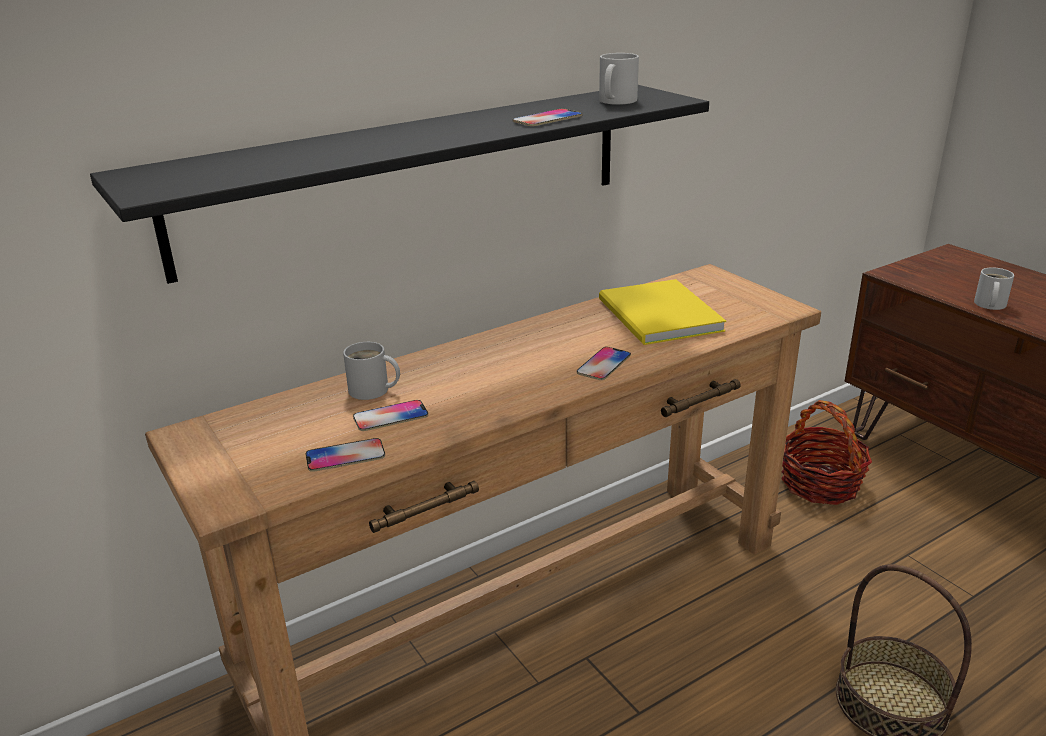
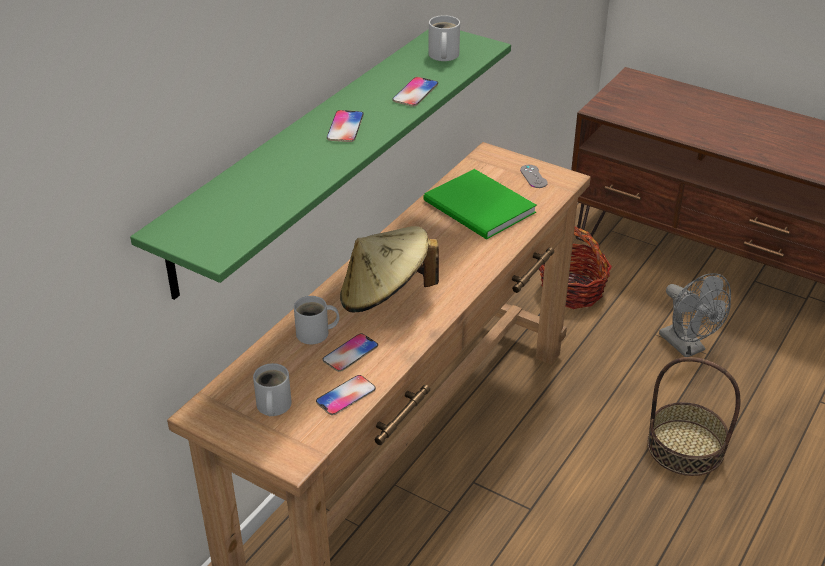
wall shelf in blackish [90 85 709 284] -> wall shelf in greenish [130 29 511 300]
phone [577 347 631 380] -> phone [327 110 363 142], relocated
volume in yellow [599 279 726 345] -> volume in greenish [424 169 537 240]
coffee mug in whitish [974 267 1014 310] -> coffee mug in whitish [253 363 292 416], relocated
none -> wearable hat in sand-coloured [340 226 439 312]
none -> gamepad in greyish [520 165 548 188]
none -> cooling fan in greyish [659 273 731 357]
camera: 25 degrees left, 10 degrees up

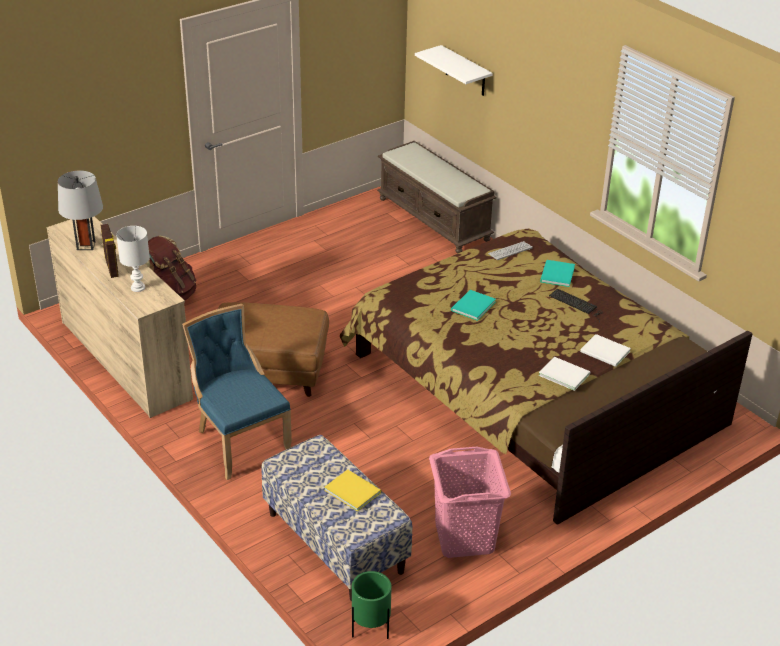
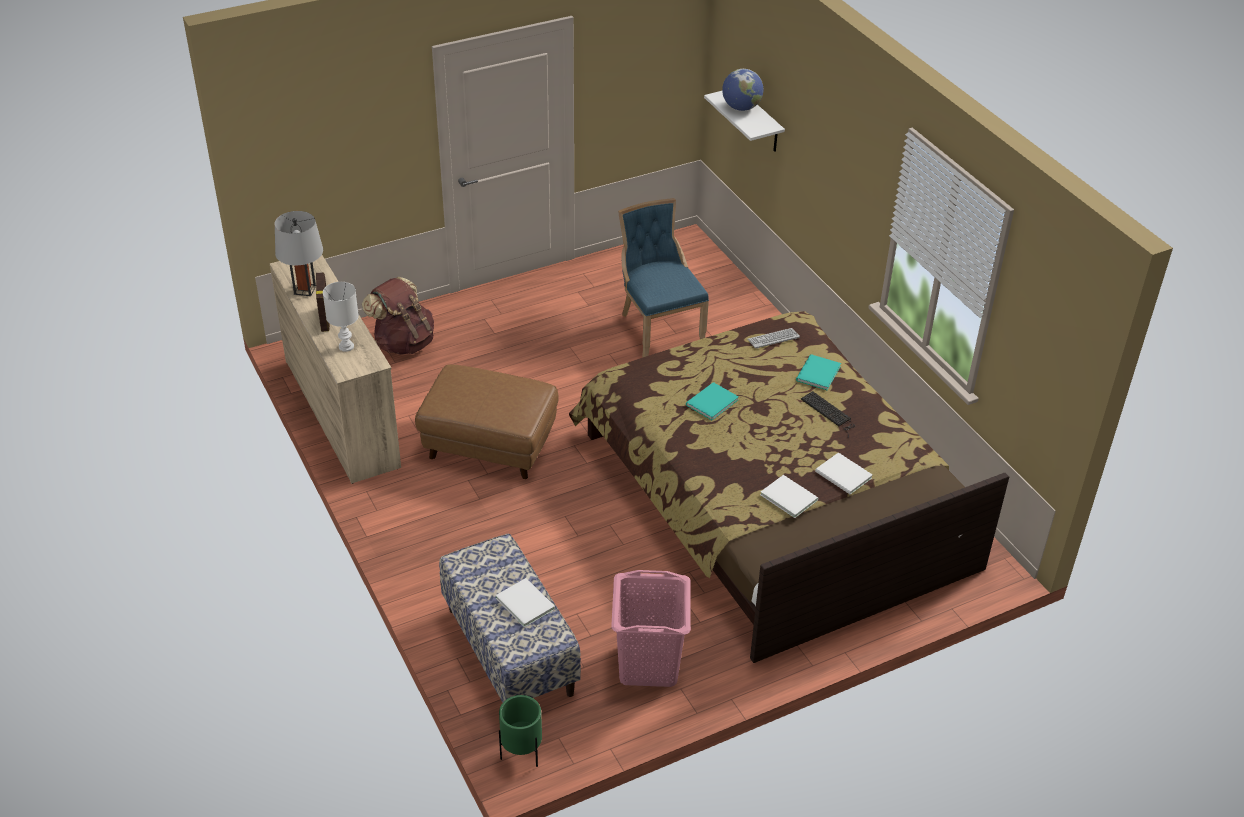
plain chair in blue [182 304 292 480] -> plain chair in blue [618 198 709 357], relocated
volume in yellow [324 469 381 512] -> volume in whitish [496 578 555 627]
bench in brown [377 141 497 253] -> none
none -> desk globe [722 69 764 111]
camera: 10 degrees right, 5 degrees up

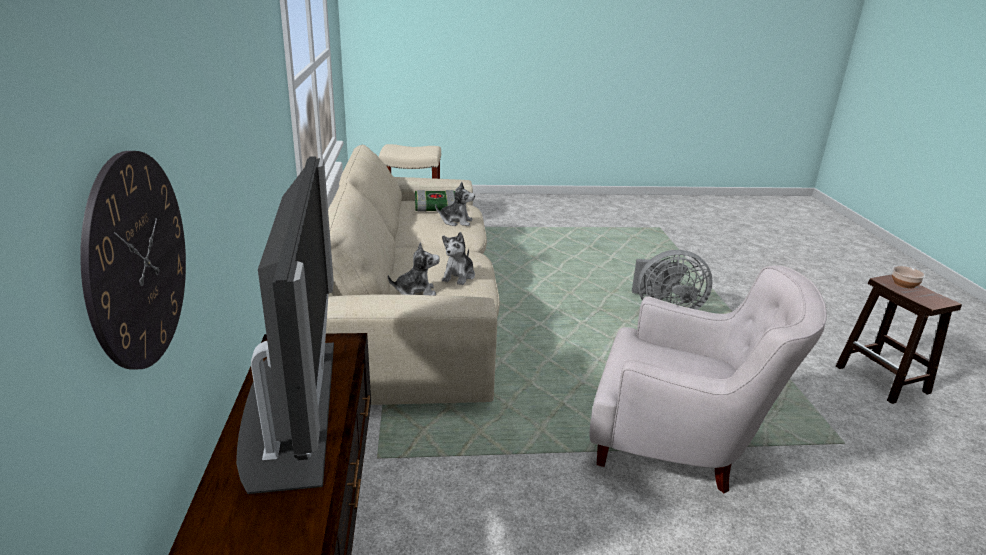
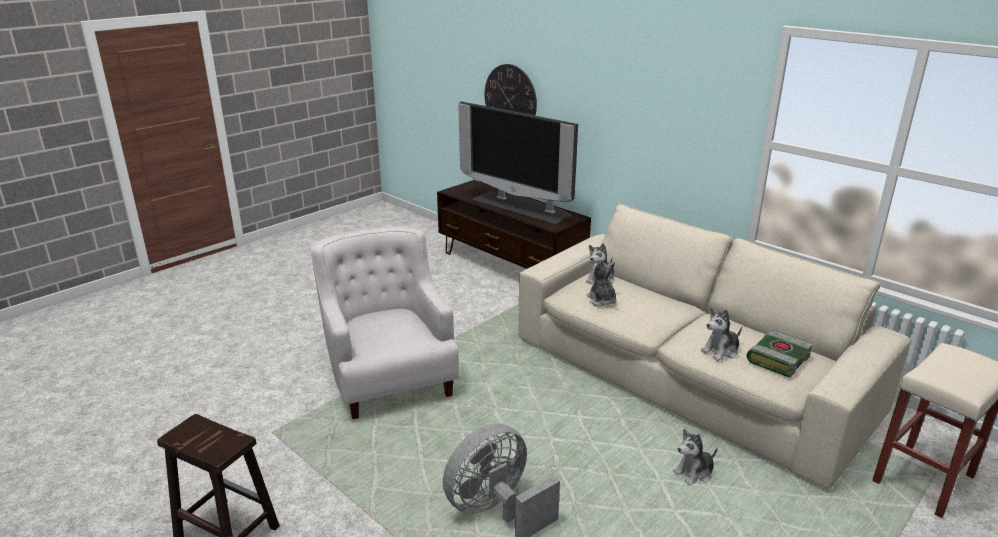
easy chair in whitish [590 265 827 493] -> easy chair in whitish [311 226 459 419], 90 degrees clockwise
serving bowl [892 266 925 288] -> none
none -> cuddly toy [673 429 718 485]
camera: 140 degrees right, 0 degrees up

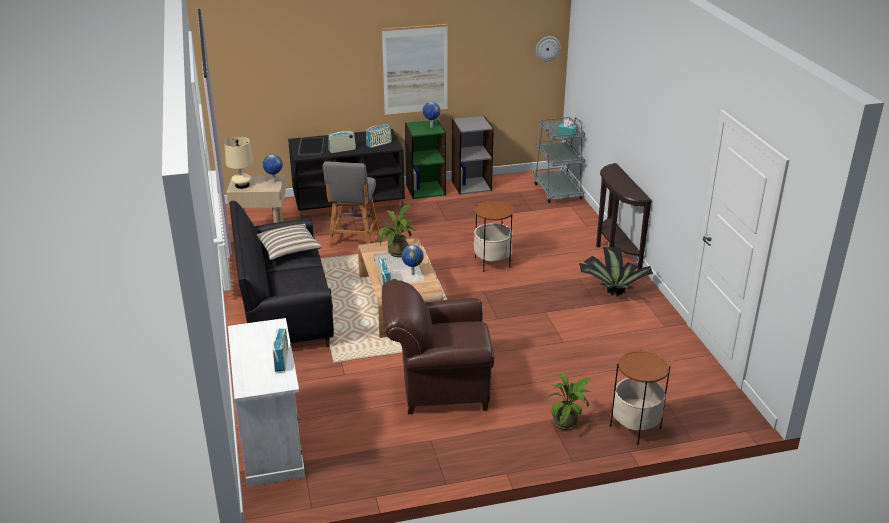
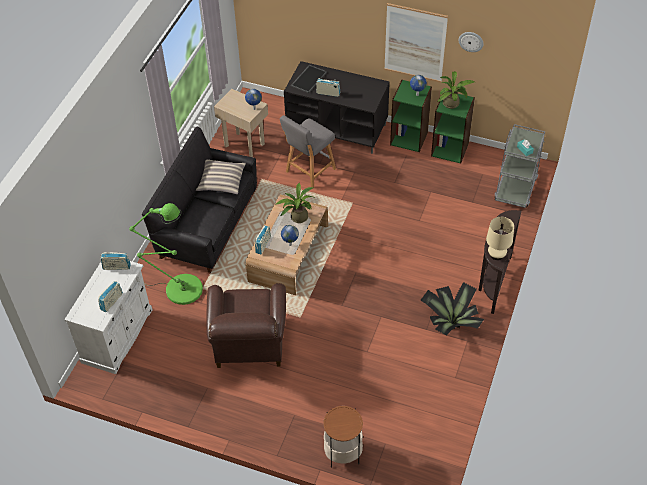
lamp for a table in sand-coloured [224 137 254 189] -> lamp for a table in sand-coloured [486 217 514 260], relocated
radio set [366 124 392 148] -> radio set [101 252 131 270], relocated
easy chair in brown [382 279 494 414] -> easy chair in brown [206 283 286 368], 120 degrees counterclockwise
shelving unit in greyish [451 116 494 195] -> shelving unit in greenish [431 91 475 164]
side table [474 201 513 272] -> none
wall clock [536 36 560 61] -> wall clock [459 32 483 52], relocated
plant in a pot [548 374 591 430] -> plant in a pot [437 71 475 109], relocated
none -> standard lamp in greenish [129 203 203 305]
camera: 35 degrees right, 20 degrees up

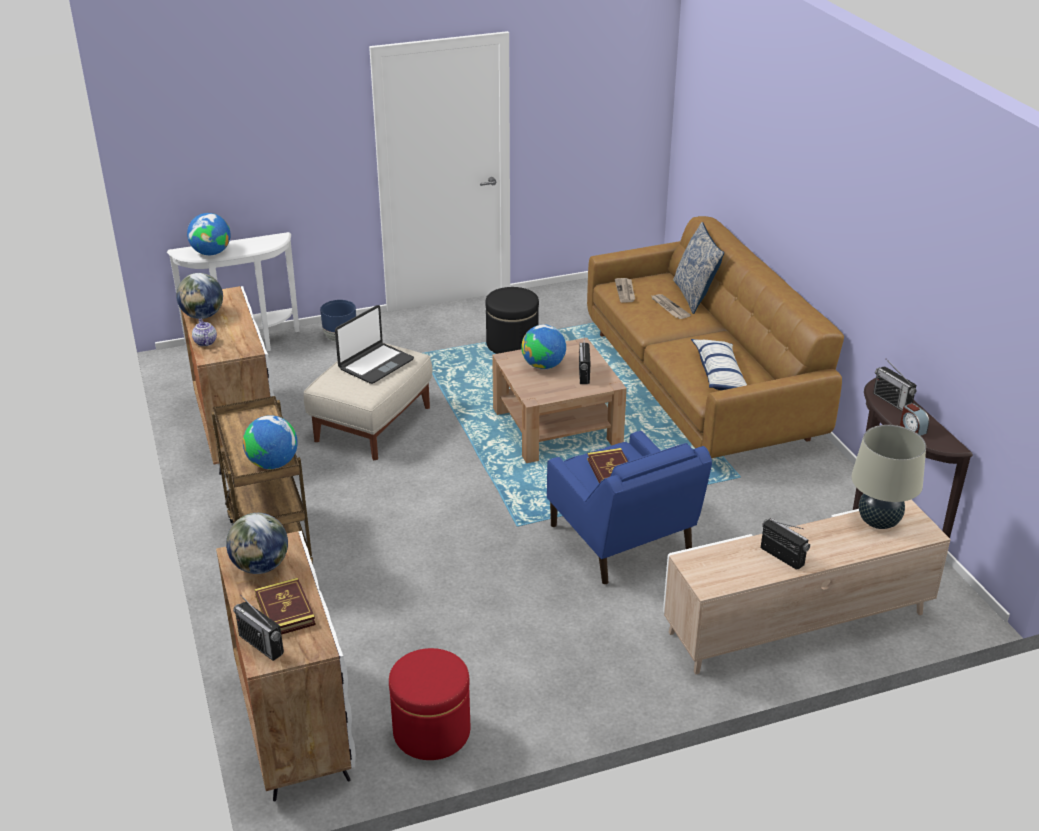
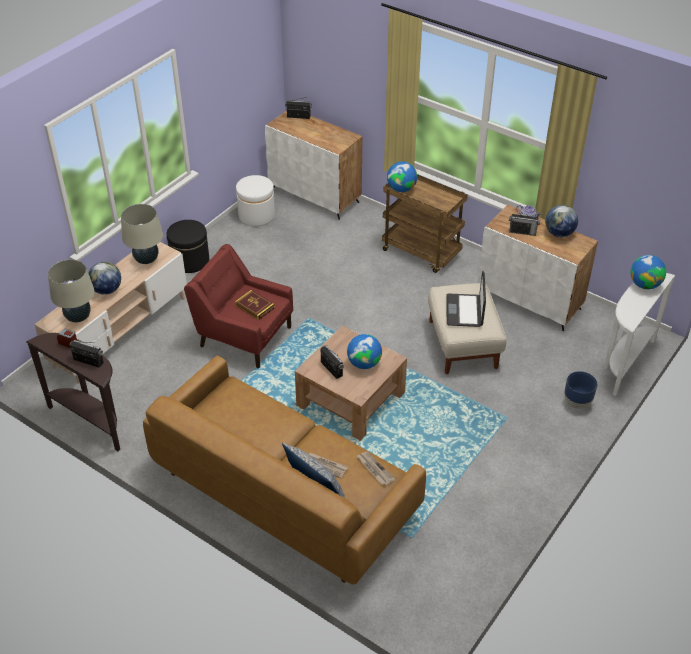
desk globe [226 513 288 574] -> desk globe [88 262 121 295], relocated
volume [255 578 316 635] -> none
ottoman in red [389 648 470 760] -> ottoman in whitish [236 175 275 226]
ottoman in blackish [485 287 539 354] -> ottoman in blackish [167 220 209 273], relocated
easy chair in blue [547 431 712 584] -> easy chair in red [184 244 293 368]
cushion [691 339 747 390] -> none
radio set [761 518 810 570] -> radio set [509 210 540 236], relocated
none -> lamp for a table in sand-coloured [121 204 163 264]
camera: 145 degrees right, 10 degrees up

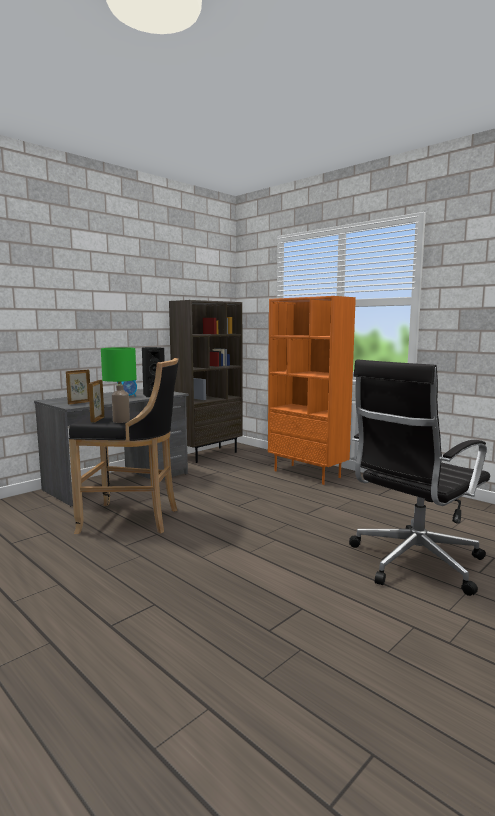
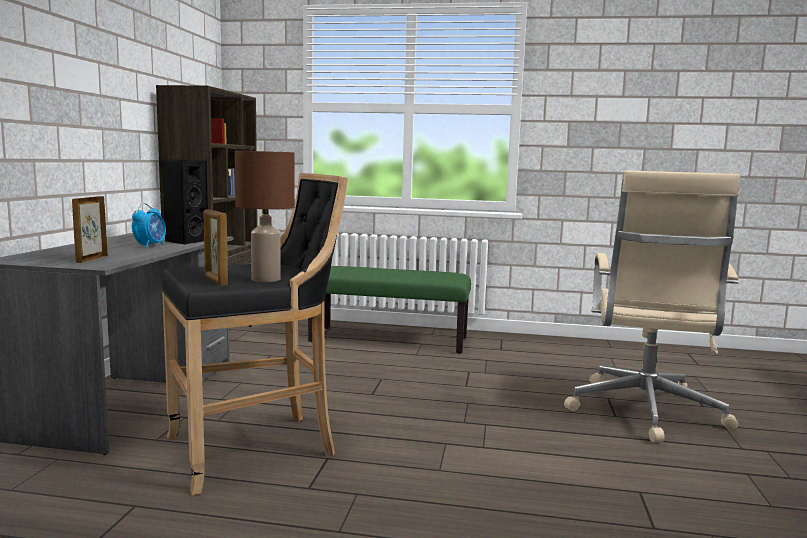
lamp for a table in greenish [101 347 137 423] -> lamp for a table in brown [235 151 295 282]
shelving unit in orangey [268 296 356 485] -> bench in greenish [308 266 471 354]
computer chair in blackish [349 360 490 596] -> computer chair in sand-coloured [564 170 740 442]
camera: 35 degrees left, 0 degrees up

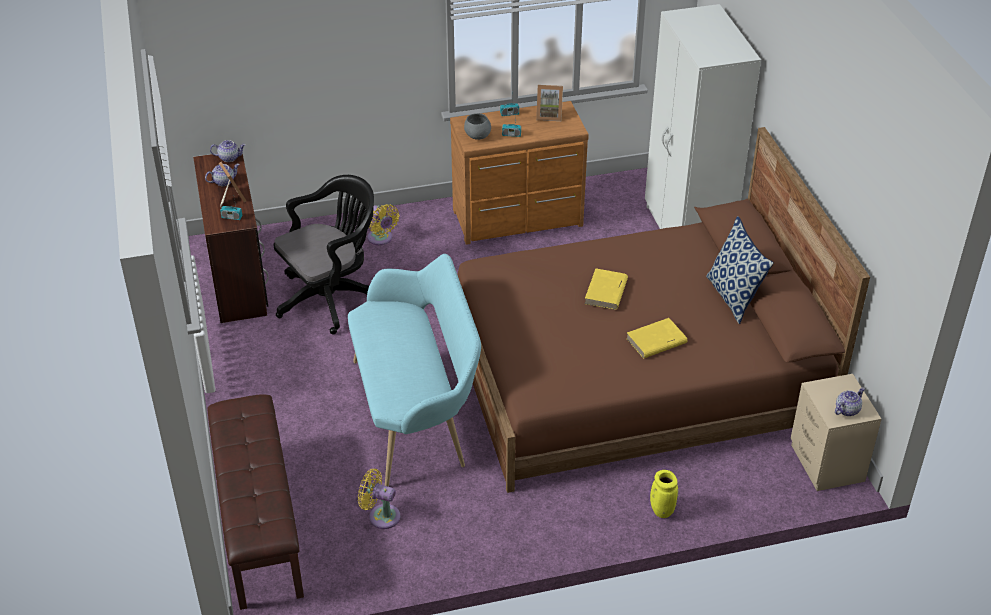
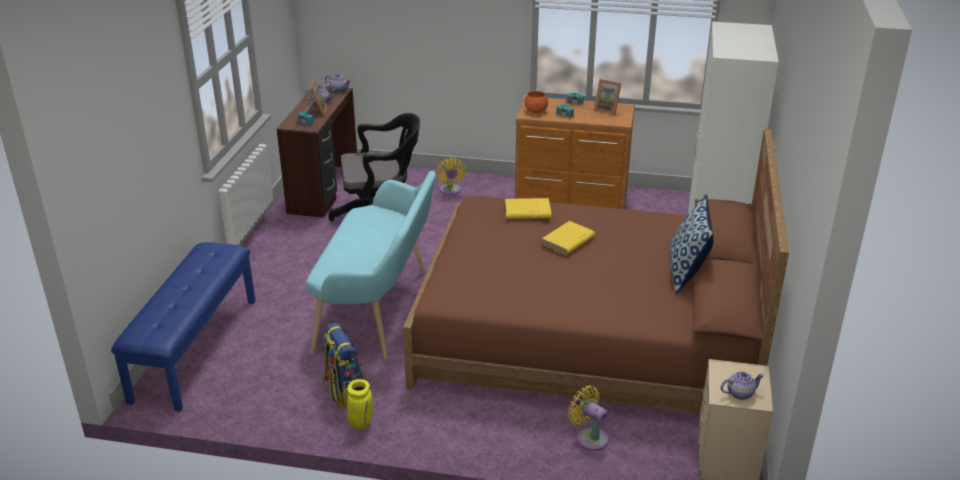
bench in brown [207 394 304 610] -> bench in blue [111 242 255 412]
cooling fan in yellow [358 469 400 529] -> cooling fan in yellow [568 385 608 451], relocated
serving bowl in greyish [464 113 491 140] -> serving bowl in orangey [524 91 548 113]
volume in yellow [626 318 688 358] -> volume in yellow [505 198 551 219], relocated
decorative vase in yellow [650 470 678 518] -> decorative vase in yellow [347 379 373 430], relocated
none -> backpack [323 323 365 408]
camera: 25 degrees right, 10 degrees down

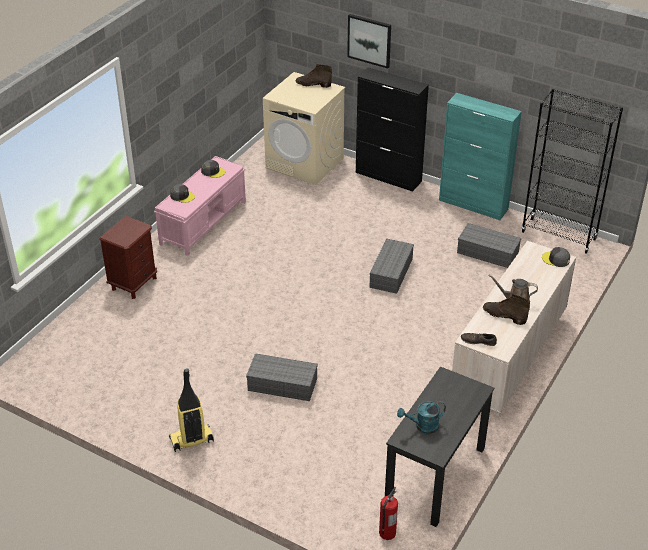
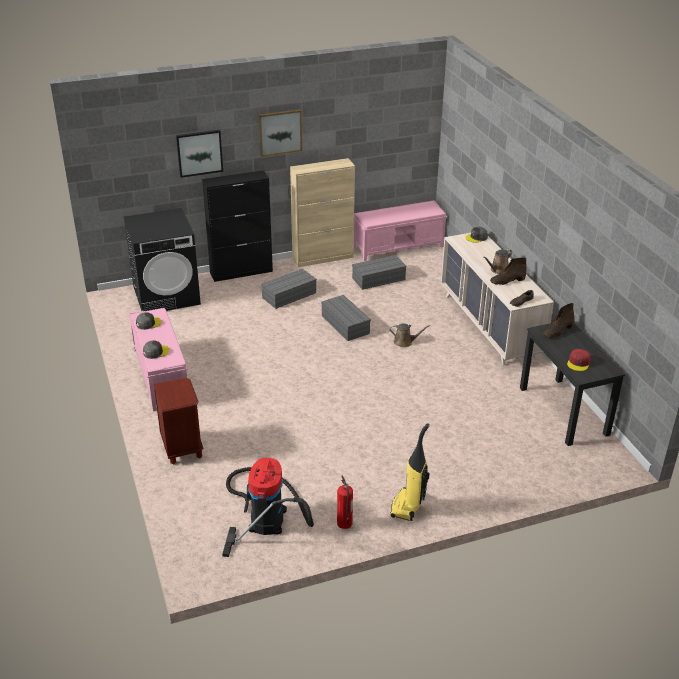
storage container in greyish [246 353 318 401] -> storage container in greyish [261 269 317 309], relocated
laundry machine in sand-coloured [263 72 345 185] -> laundry machine in blackish [124 208 201 311]
boot in brown [296 64 332 88] -> boot in brown [543 303 575 338], relocated
fire extinguisher [379 487 398 540] -> fire extinguisher [337 475 353 529], relocated
sprinkling can in turquoise [397 401 446 434] -> baseball cap in red [567 349 591 371]
cabinet in turquoise [439 93 522 220] -> cabinet in sand-coloured [290 158 355 267]
shelving unit in blackish [521 88 623 254] -> bench in pink-coloured [354 200 447 261]
none -> vacuum [222 458 314 557]
none -> picture [259 109 302 157]
none -> sprinkling can in brown [390 323 430 347]
camera: 50 degrees left, 5 degrees down

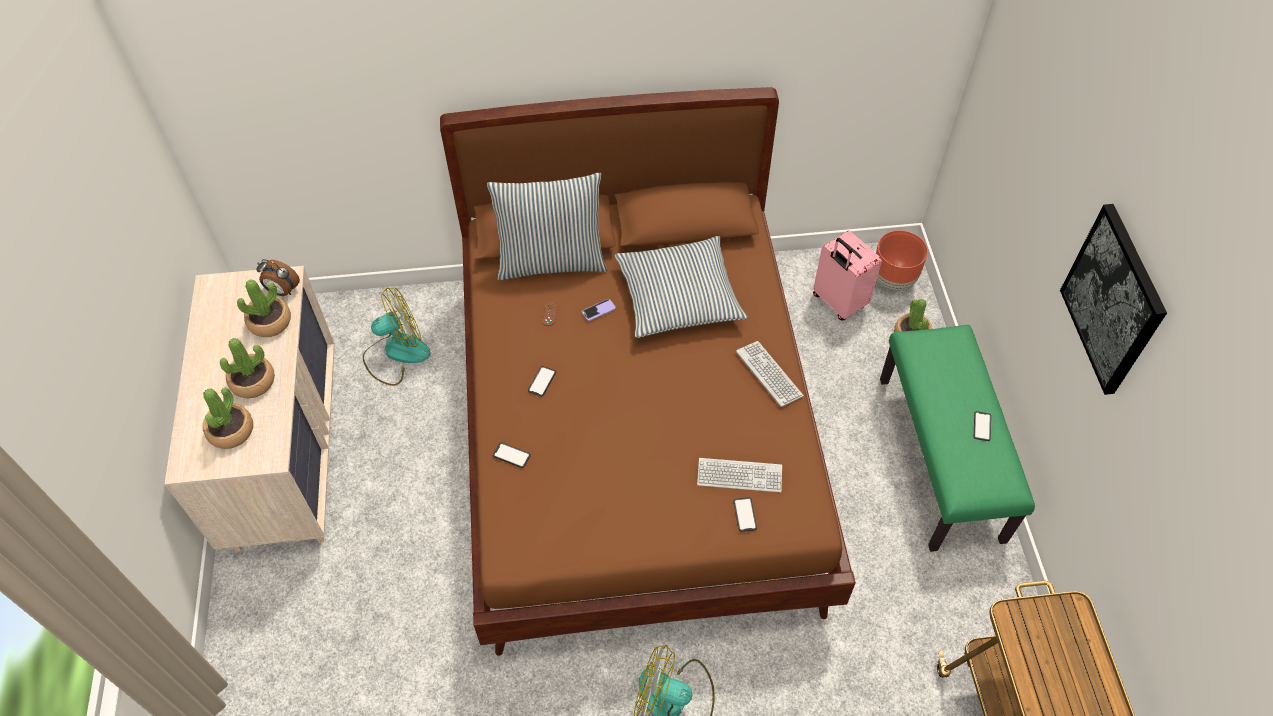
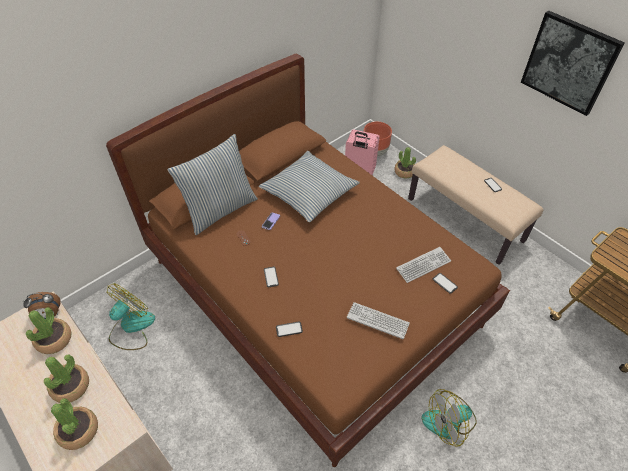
computer keyboard [736 341 804 407] -> computer keyboard [347 302 410 339], relocated
bench in greenish [880 325 1035 552] -> bench in sand-coloured [408 145 543 265]
camera: 35 degrees left, 5 degrees down

